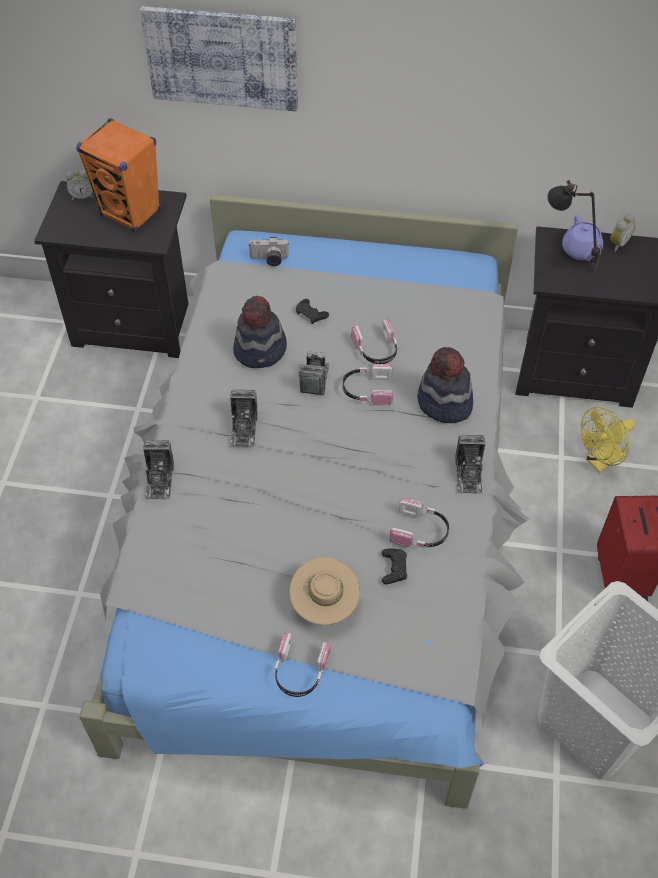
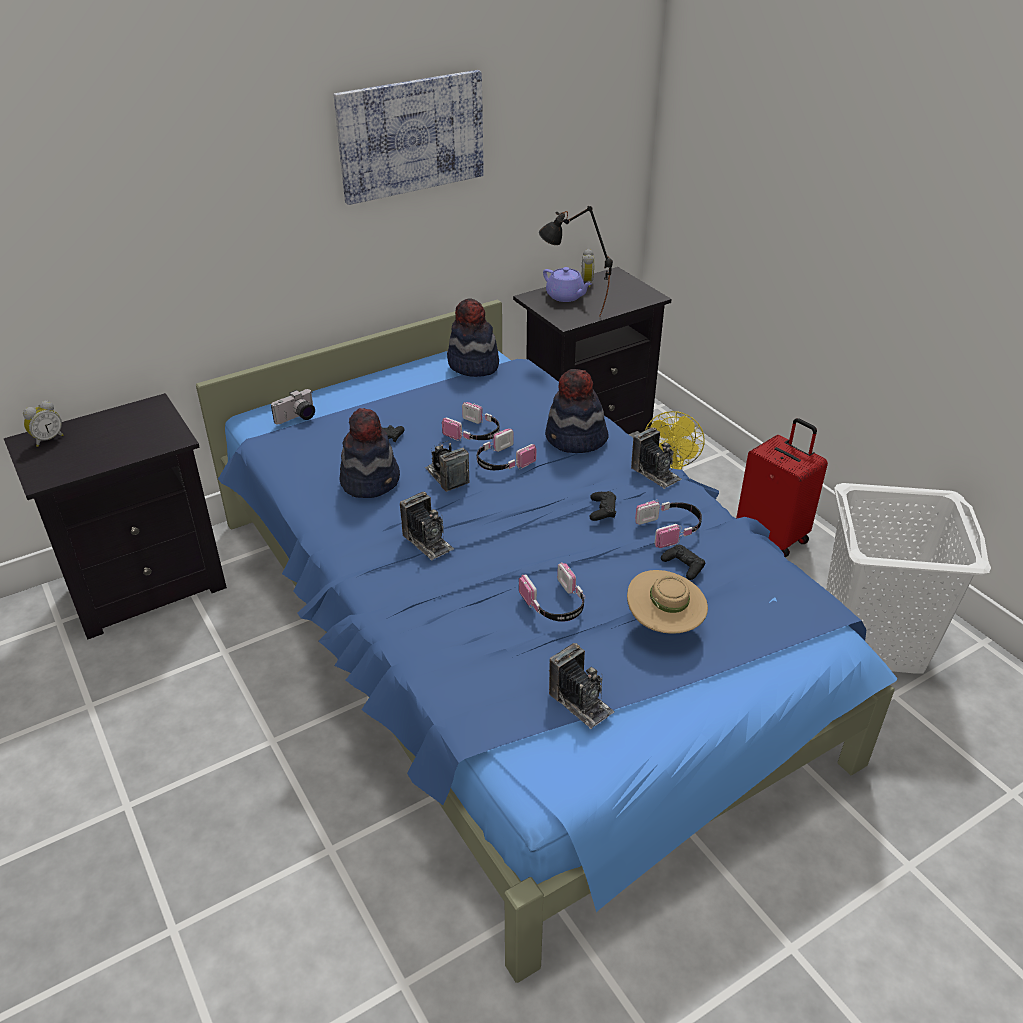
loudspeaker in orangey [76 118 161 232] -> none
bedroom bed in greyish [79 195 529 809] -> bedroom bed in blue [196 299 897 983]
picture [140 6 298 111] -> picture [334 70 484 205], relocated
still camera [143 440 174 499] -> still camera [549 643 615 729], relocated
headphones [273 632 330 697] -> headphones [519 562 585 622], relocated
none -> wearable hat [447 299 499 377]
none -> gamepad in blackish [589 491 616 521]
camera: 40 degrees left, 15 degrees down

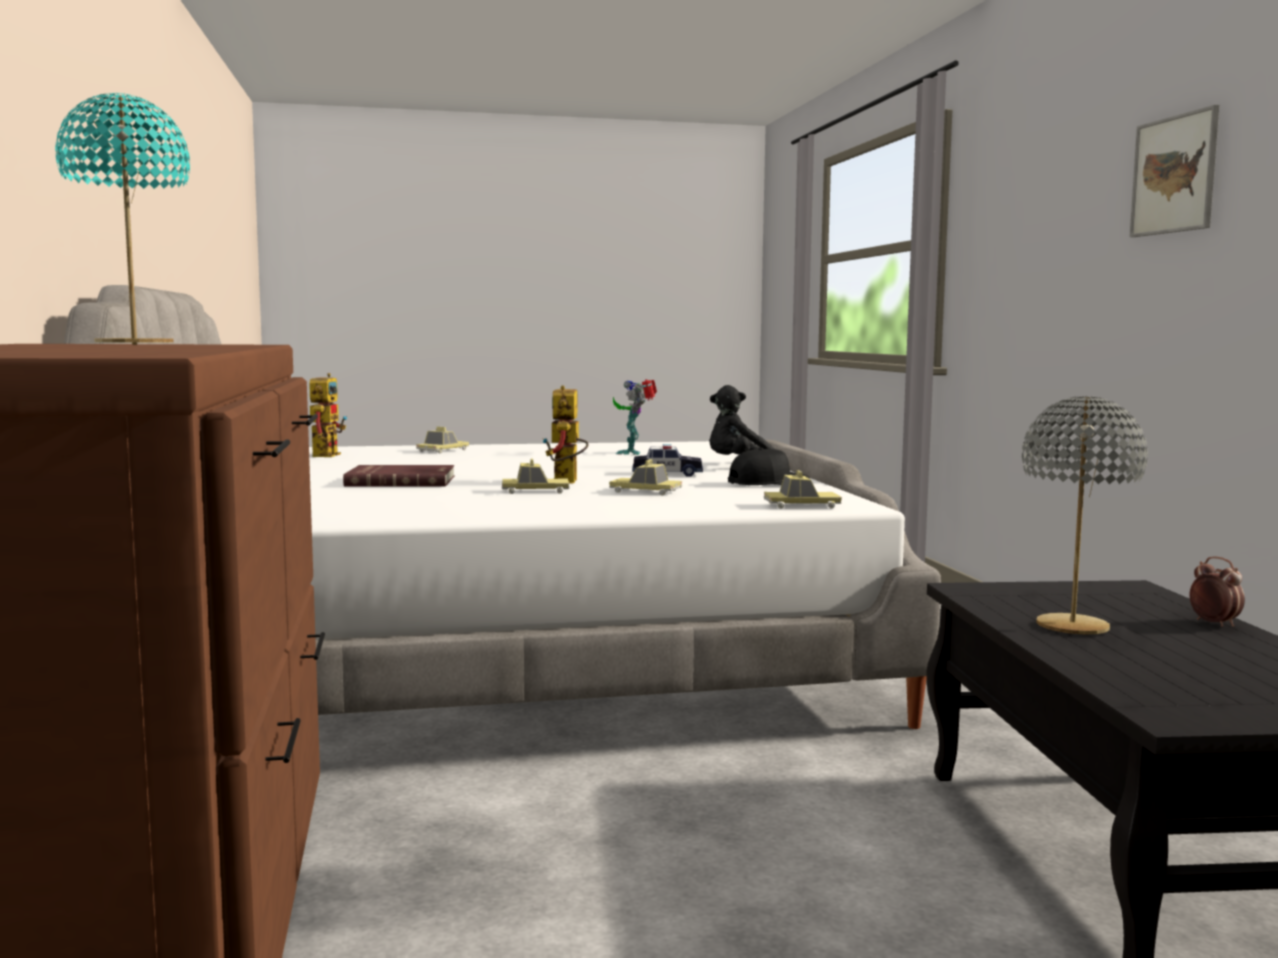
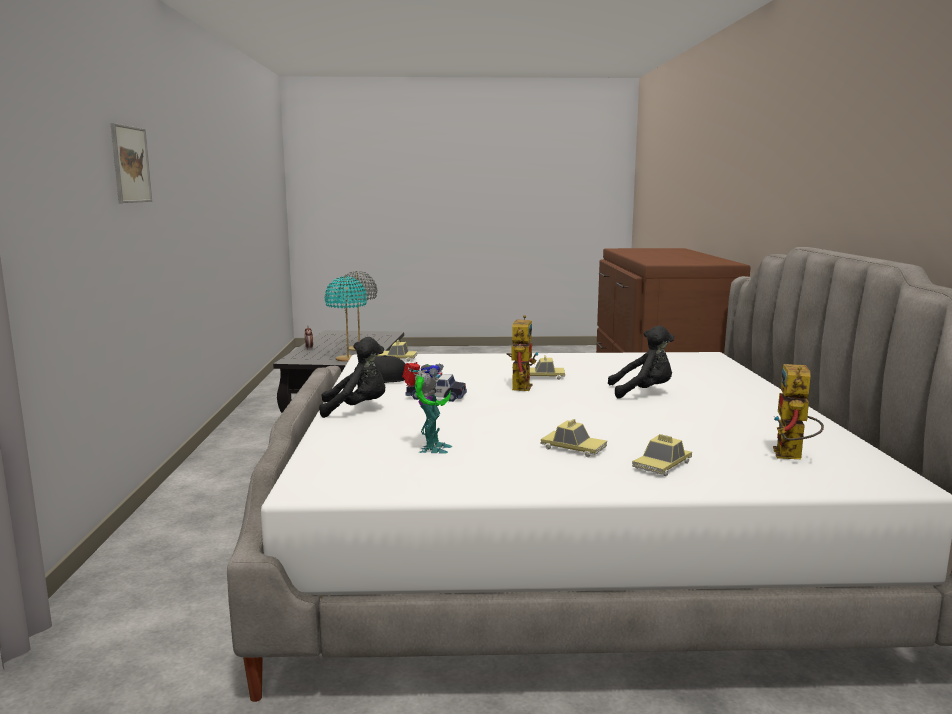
lamp for a table in turquoise [55 93 190 345] -> lamp for a table in turquoise [325 276 367 362], relocated
volume in red [343 465 455 486] -> cuddly toy in blackish [608 326 674 399]
miniature car [609 459 682 496] -> miniature car [540 419 607 457], relocated
camera: 170 degrees left, 5 degrees up

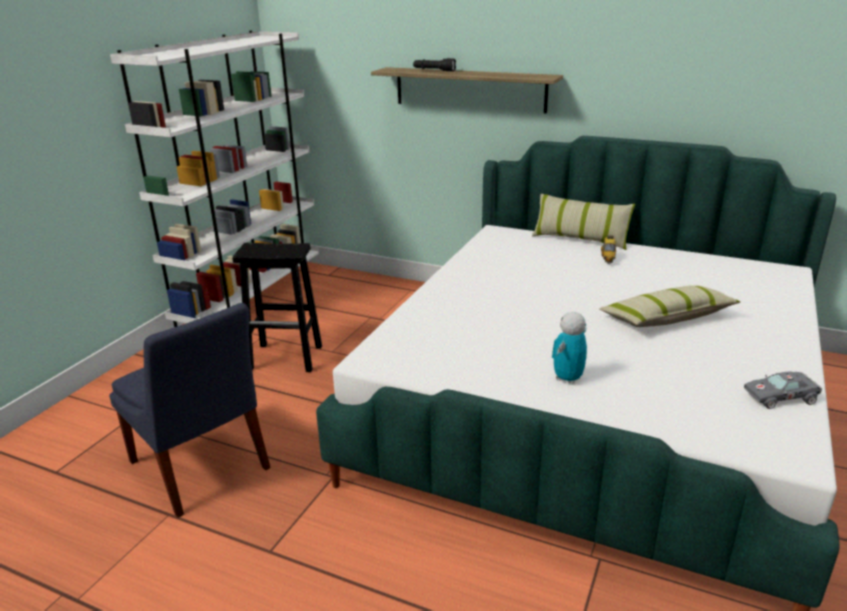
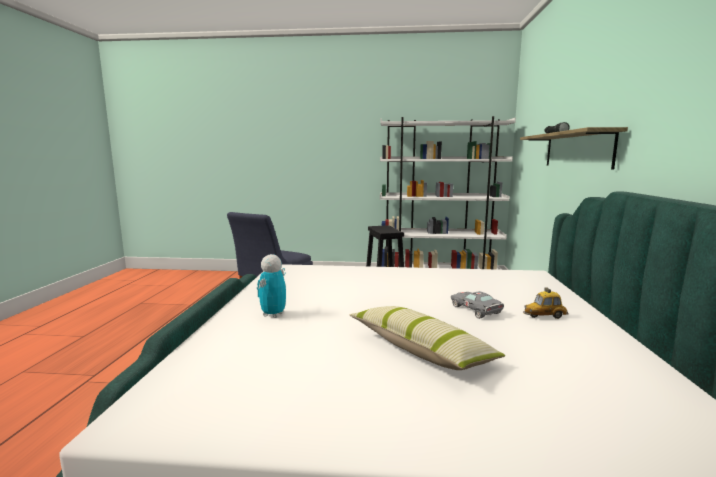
cushion [532 194 635 250] -> none
toy robot [552 312 587 385] -> toy robot [257 254 286 318], 90 degrees counterclockwise
miniature car in greyish [744 371 822 409] -> miniature car in greyish [451 291 504 319], relocated
camera: 70 degrees right, 15 degrees down

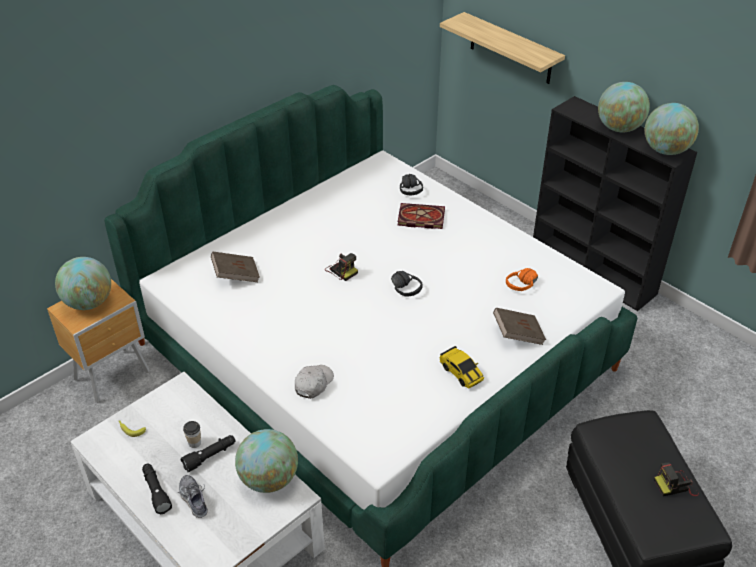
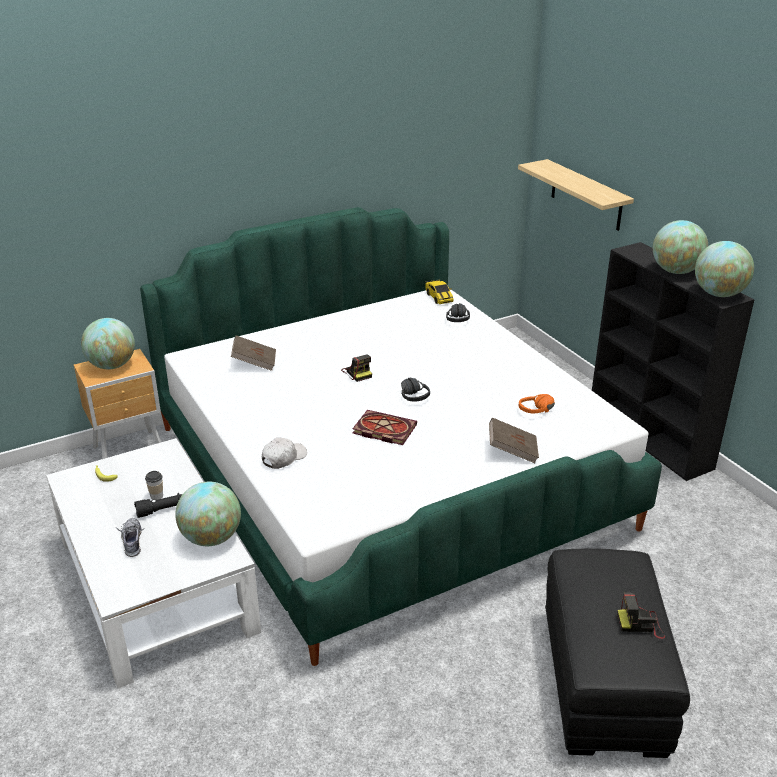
torch in blackish [142 463 172 514] -> none
volume [397 203 445 229] -> volume [352 410 417 445], relocated
miniature car [439 346 484 389] -> miniature car [425 279 454 304], relocated
camera: 15 degrees right, 10 degrees down

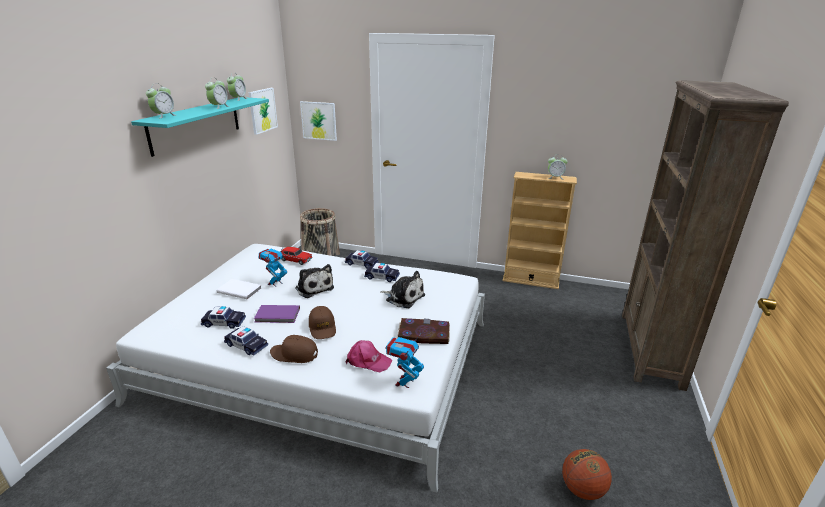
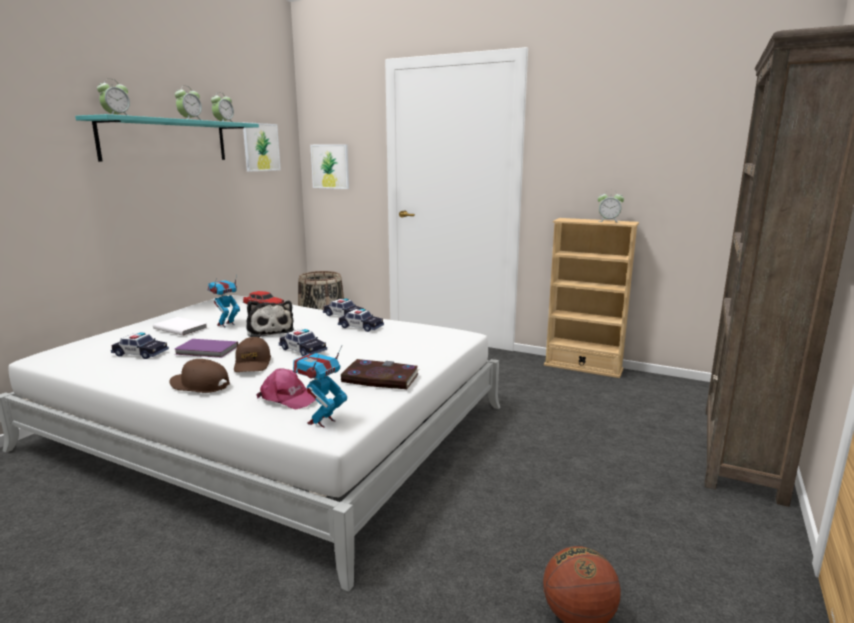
miniature car [224 326 268 355] -> miniature car [279 329 327 356], relocated
cuddly toy [380 271 425 308] -> none
camera: 10 degrees right, 10 degrees down

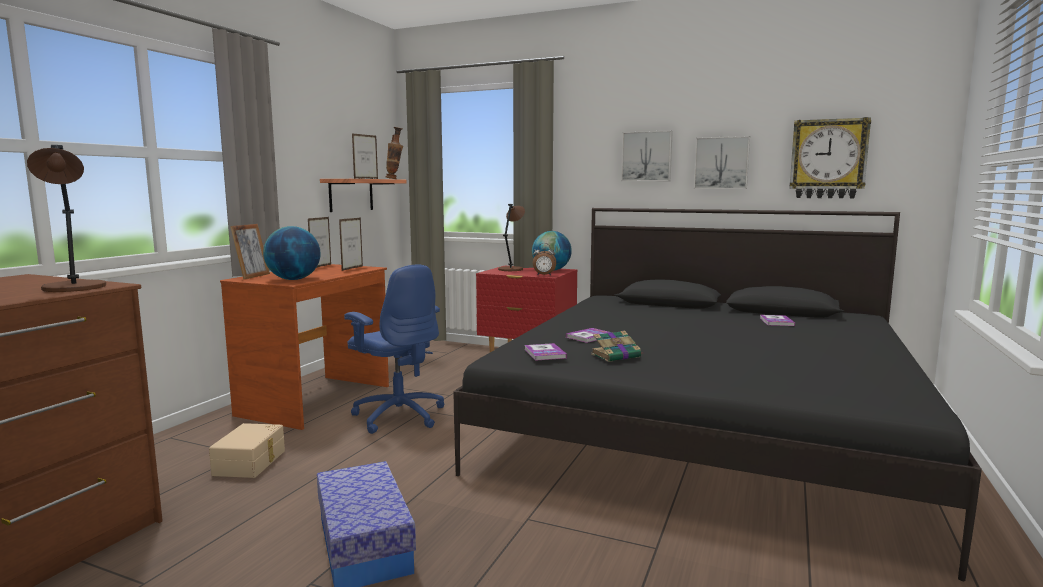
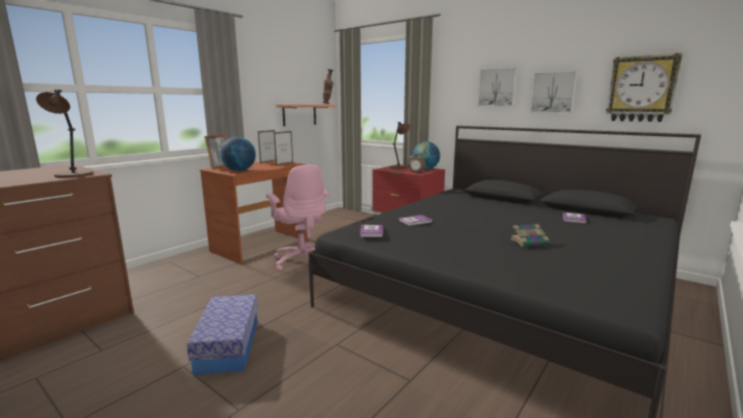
storage container in sand-coloured [209 423 285 478] -> none
computer chair in blue [344 264 444 434] -> computer chair in pink-coloured [266 165 330 272]
photo frame [352 133 378 179] -> none
volume [591 331 641 362] -> volume [510 224 549 247], relocated
camera: 15 degrees right, 5 degrees up

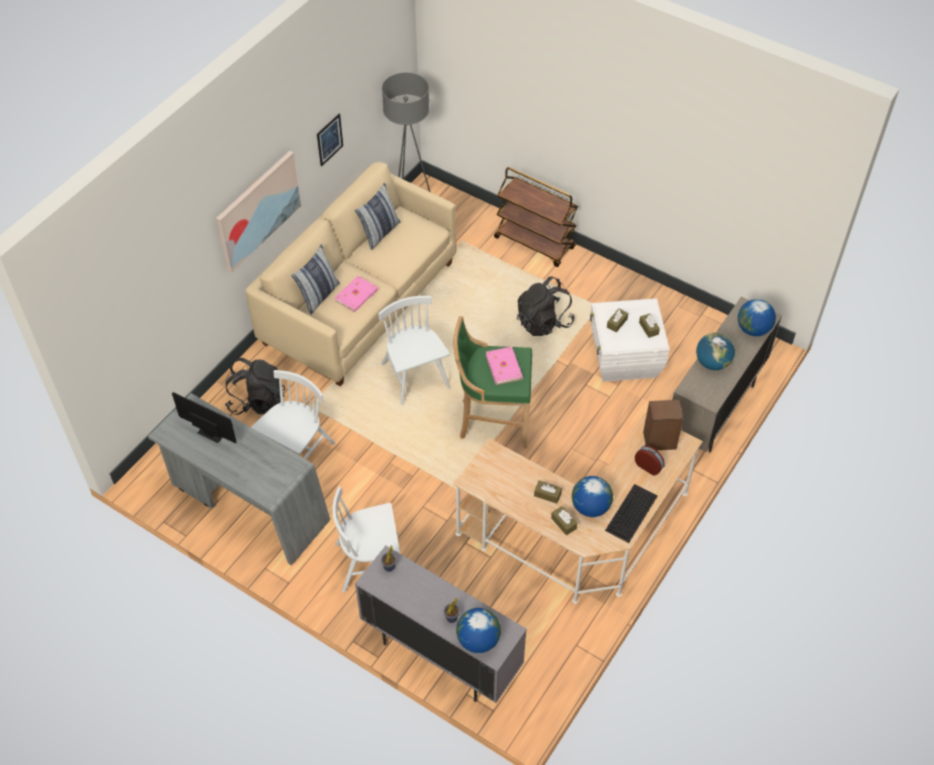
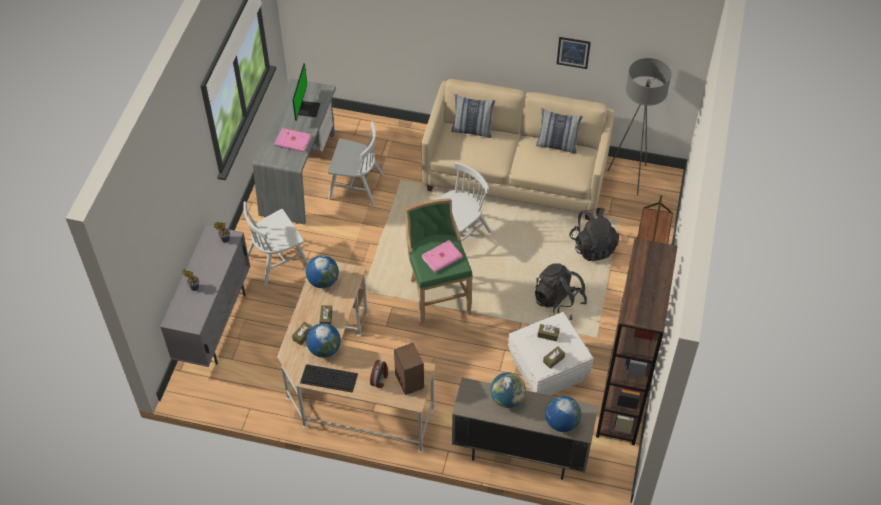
picture [216 151 301 273] -> none
backpack in blackish [225 358 285 415] -> backpack in blackish [569 208 619 261], relocated
plain chair in whitish [333 487 400 592] -> plain chair in whitish [243 201 308 286], 90 degrees counterclockwise
volume in pink-coloured [335 276 378 312] -> volume in pink-coloured [274 128 312 152], relocated
desk globe [456 608 501 653] -> desk globe [306 255 339 288], relocated
none -> shelving unit in brown [596 238 678 445]
camera: 70 degrees right, 0 degrees up

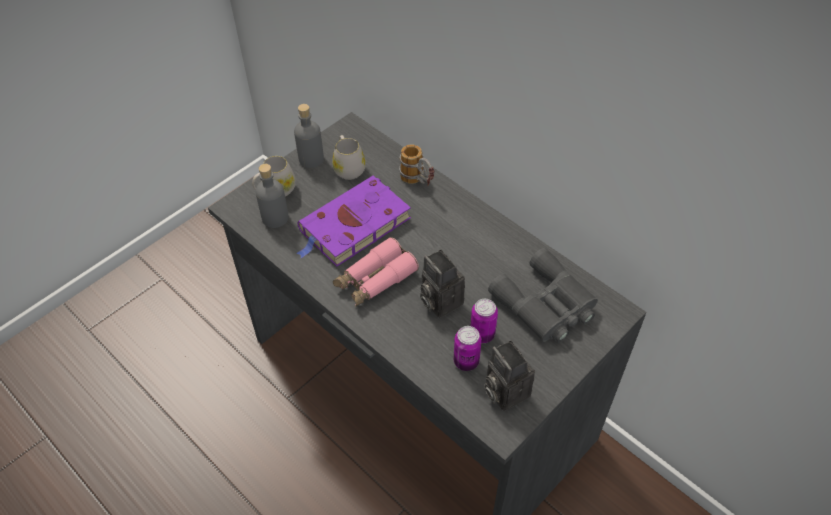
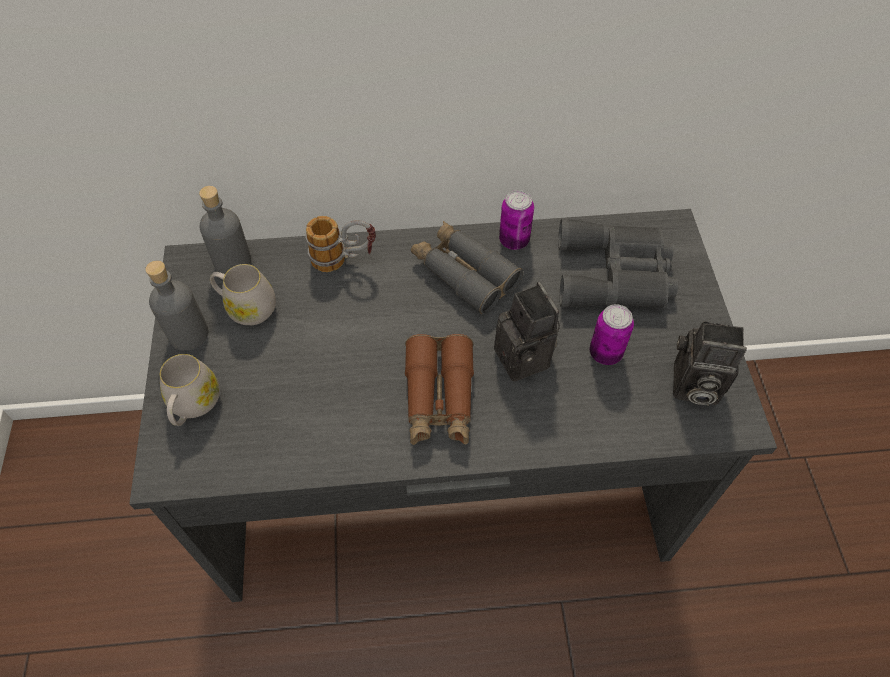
bottle in greyish [256 164 289 228] -> bottle in greyish [199 186 251 274], relocated
volume in purple-coloured [296 176 411 267] -> none
pair of binoculars in pink-coloured [333 237 419 307] -> pair of binoculars in brown [405 334 474 445]
still camera [420 250 465 318] -> still camera [494 282 560 382], 120 degrees counterclockwise
can [454 326 482 371] -> can [499 190 534 250], relocated
none -> pair of binoculars in greyish [411 221 523 314]
camera: 50 degrees left, 5 degrees up

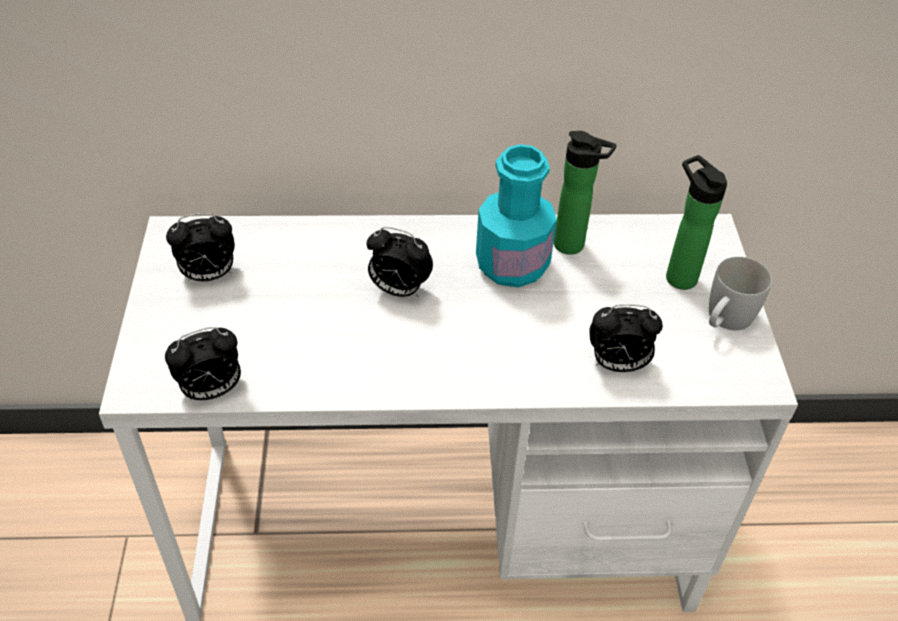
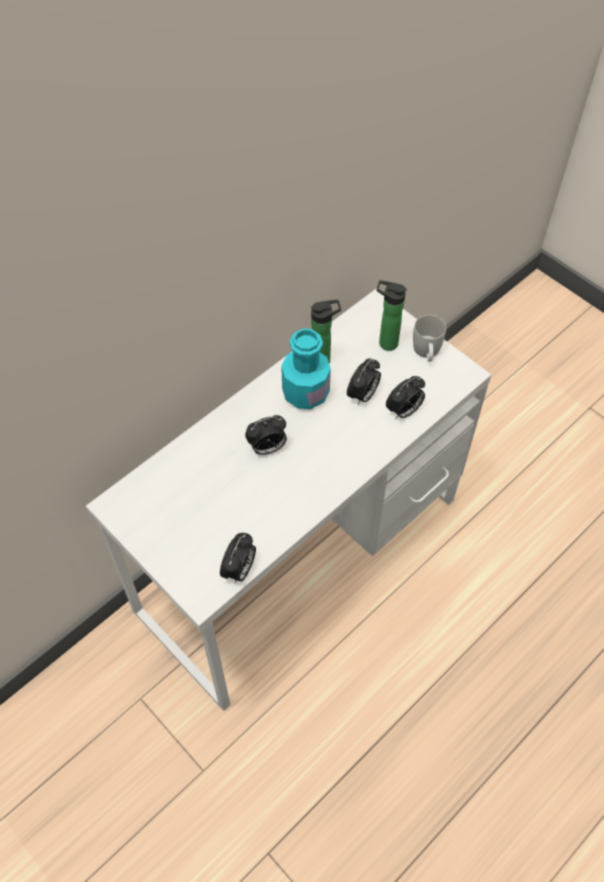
table clock [166 213 235 281] -> table clock [347 359 381 405], relocated
camera: 40 degrees left, 10 degrees up

